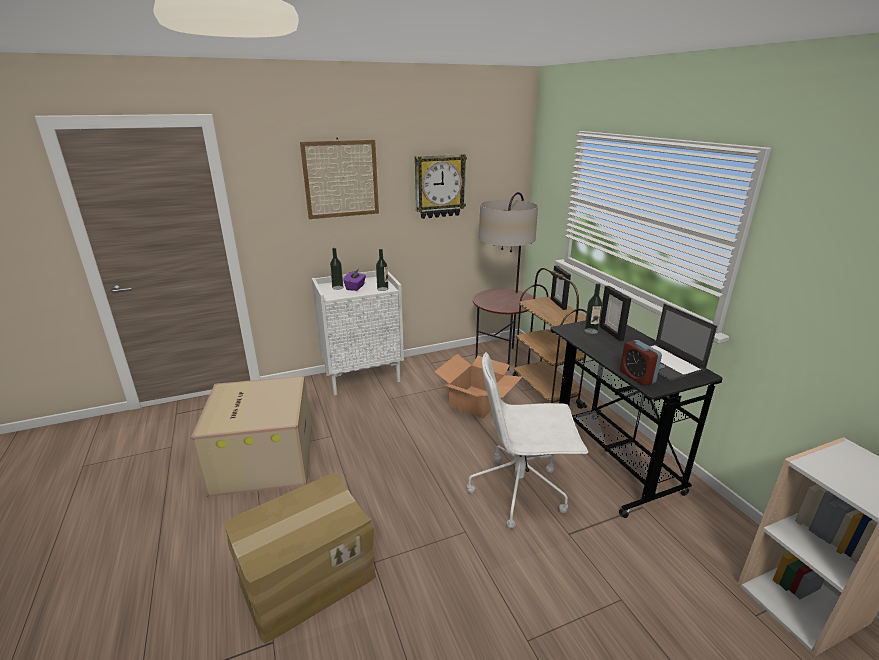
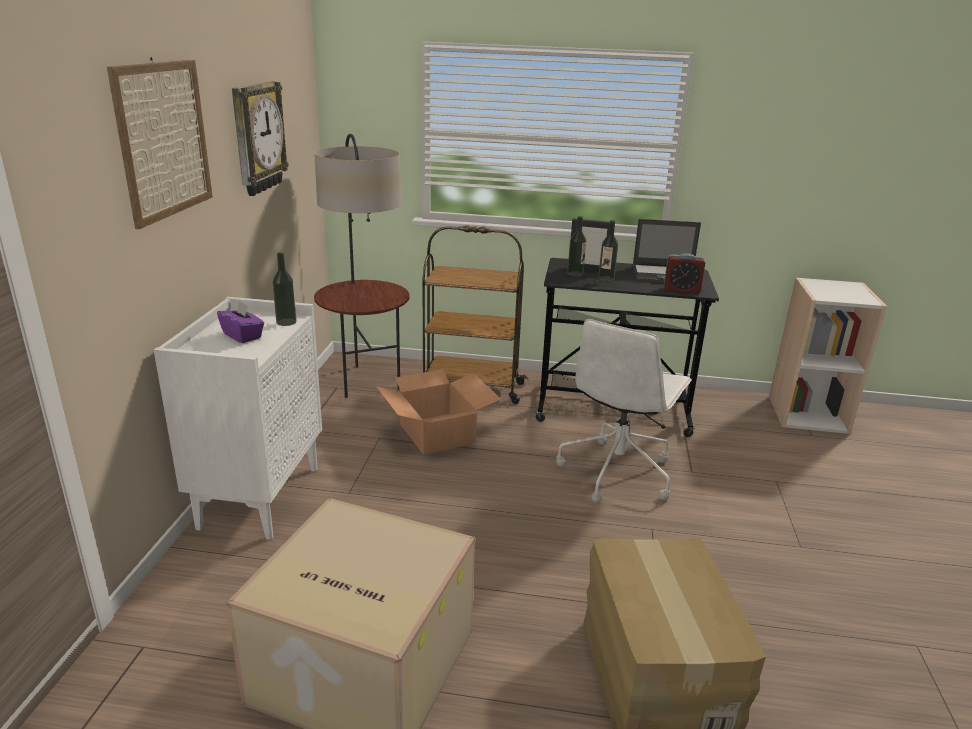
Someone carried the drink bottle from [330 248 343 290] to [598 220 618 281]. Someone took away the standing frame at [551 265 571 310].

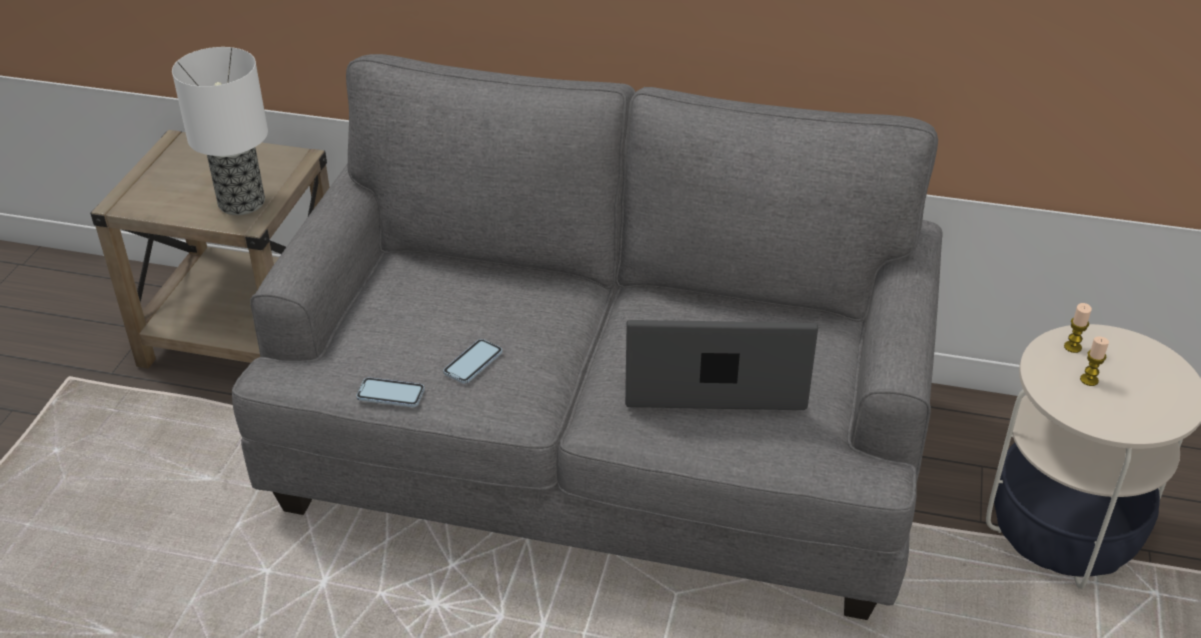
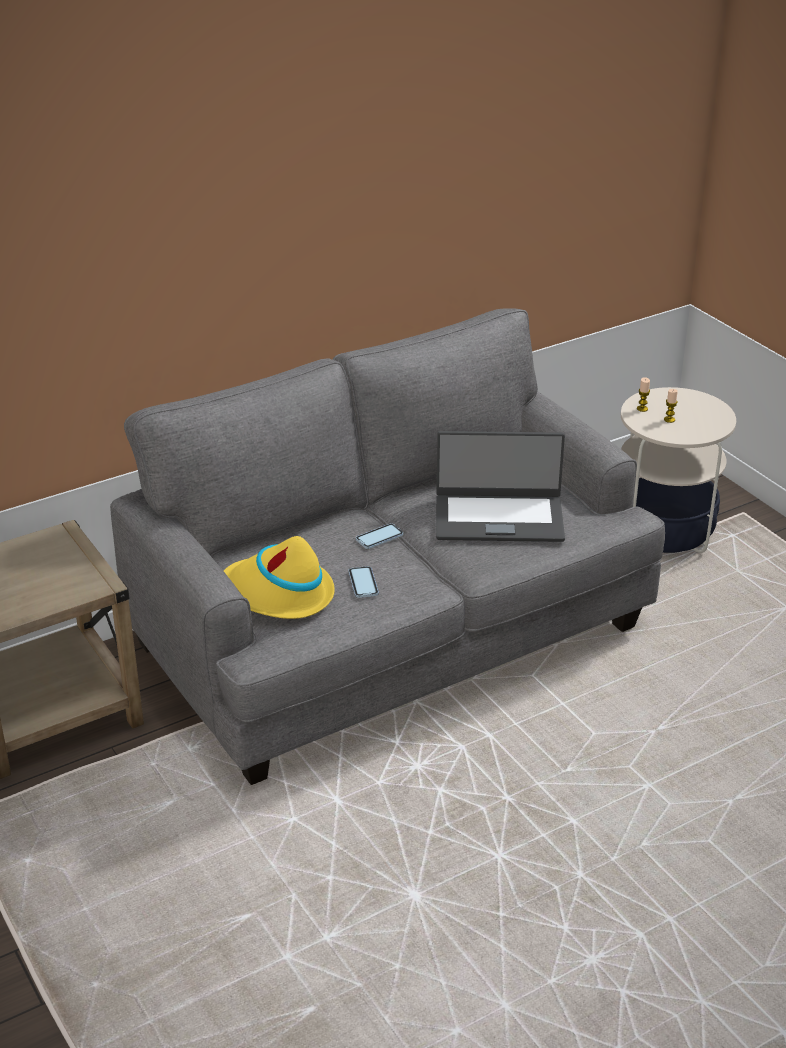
Someone took away the lamp for a table at [172 47 268 215]. Someone rotated the laptop at [625 320 818 410] by 135 degrees counterclockwise. Someone carried the phone from [356 377 425 407] to [356 523 403 549]. Someone put down the clothing hat (yellow) at [224 536 335 619].

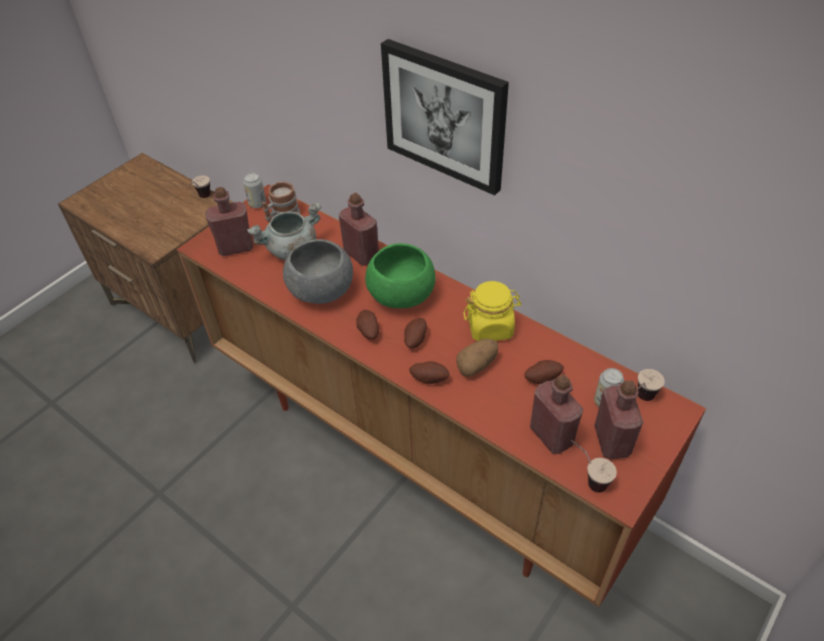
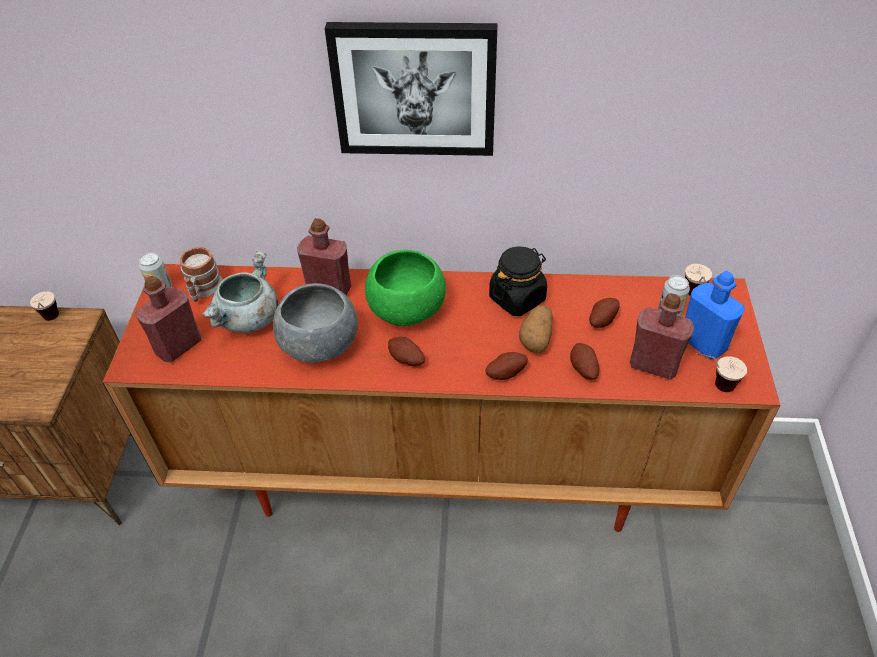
Someone repainted the storage jar (yellow) at [463 281 521 341], which became the storage jar (black) at [489 246 547 316]. Someone carried the whole potato from [404 318 427 348] to [570 343 599 380]. Someone repainted the drink bottle (reddish) at [594 381 643 459], which became the drink bottle (bluish) at [685 271 745 359].

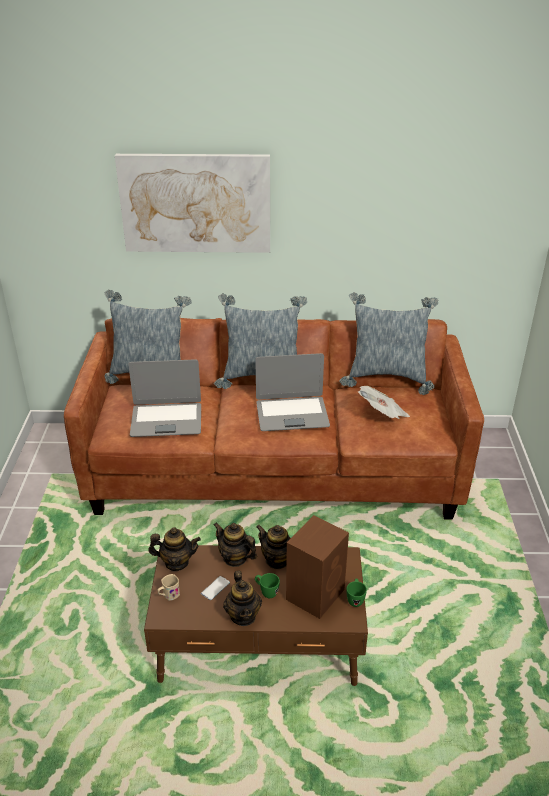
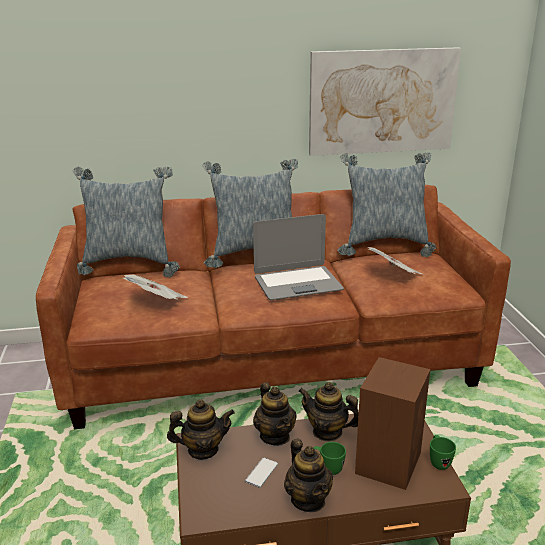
Someone carried the wall art from [115 154 270 253] to [309 47 461 156]. Someone swapped the laptop at [128 359 201 437] for the daily paper at [123 274 188 300]. Someone rotated the teapot at [214 523 257 567] by 135 degrees counterclockwise. Someone took away the tea mug (beige-coloured) at [158 574 180 601].

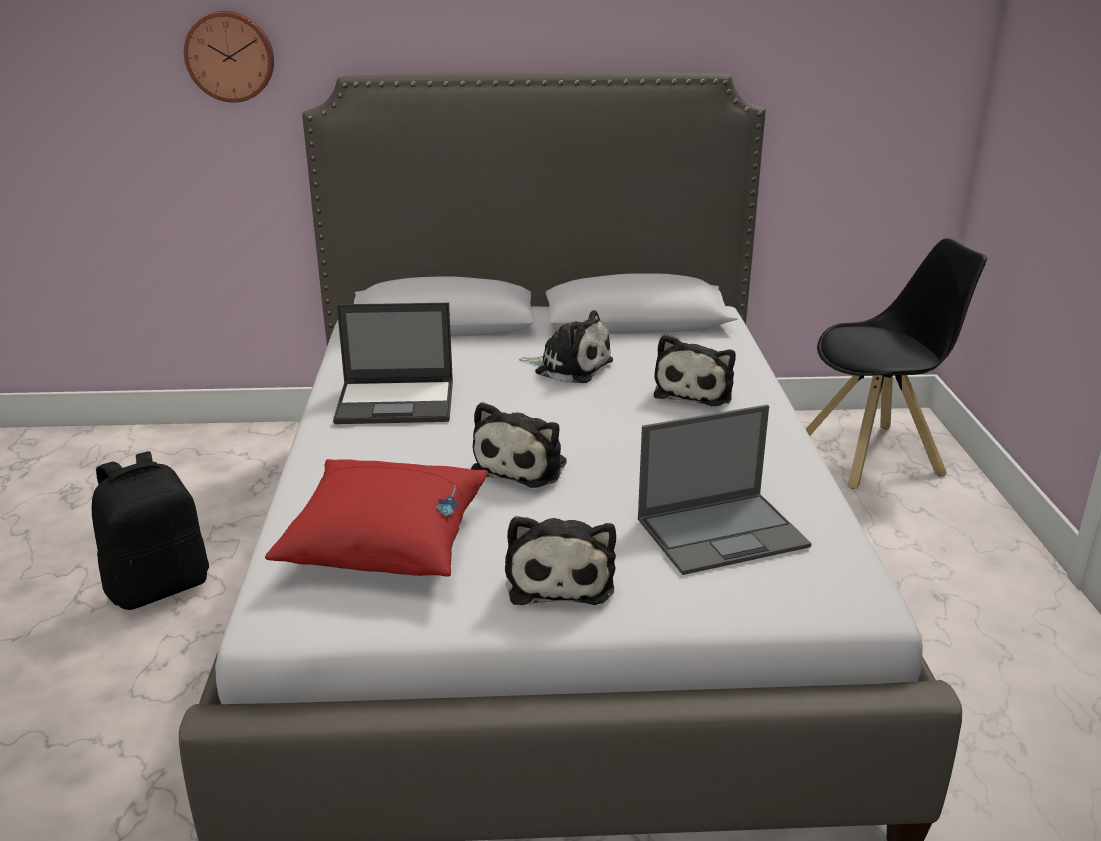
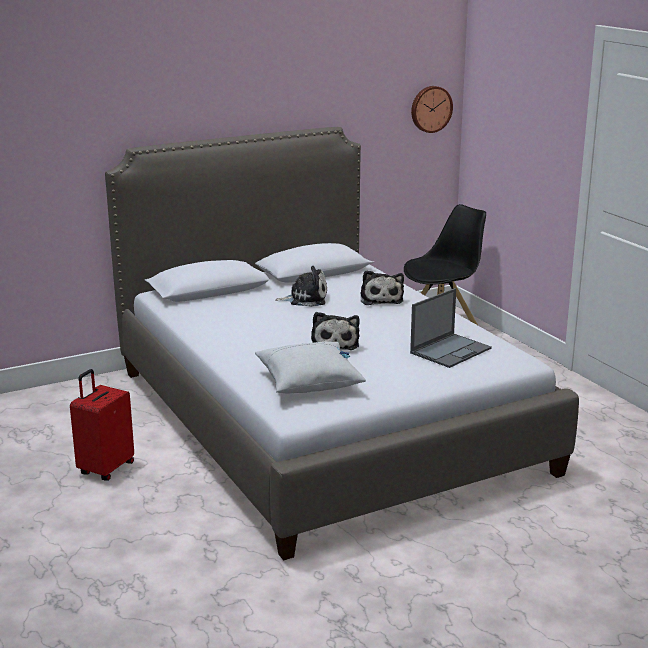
Someone carried the clock on the wall from [184 11 274 103] to [411 86 453 133]. Someone took away the laptop at [333 303 453 424]. Someone swapped the rucksack (black) at [92 451 209 610] for the travel case (reddish) at [70 369 134 481]. Someone repainted the throw pillow (reddish) at [265 459 488 577], which became the throw pillow (grey) at [255 342 366 393]. Someone took away the soft toy at [505 516 616 605].

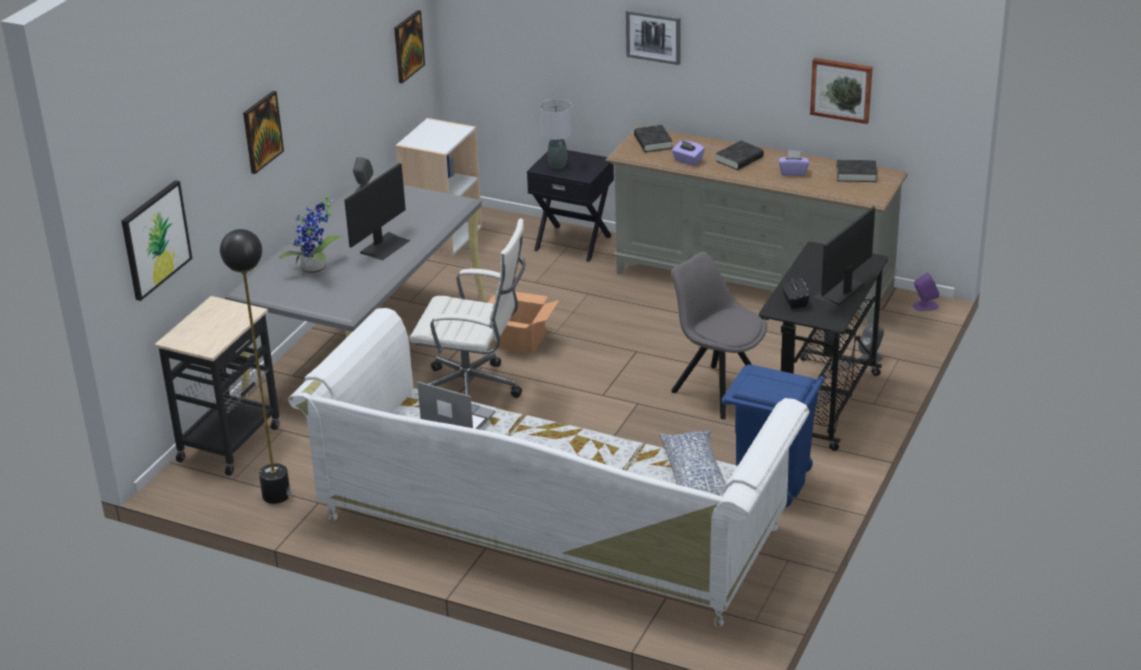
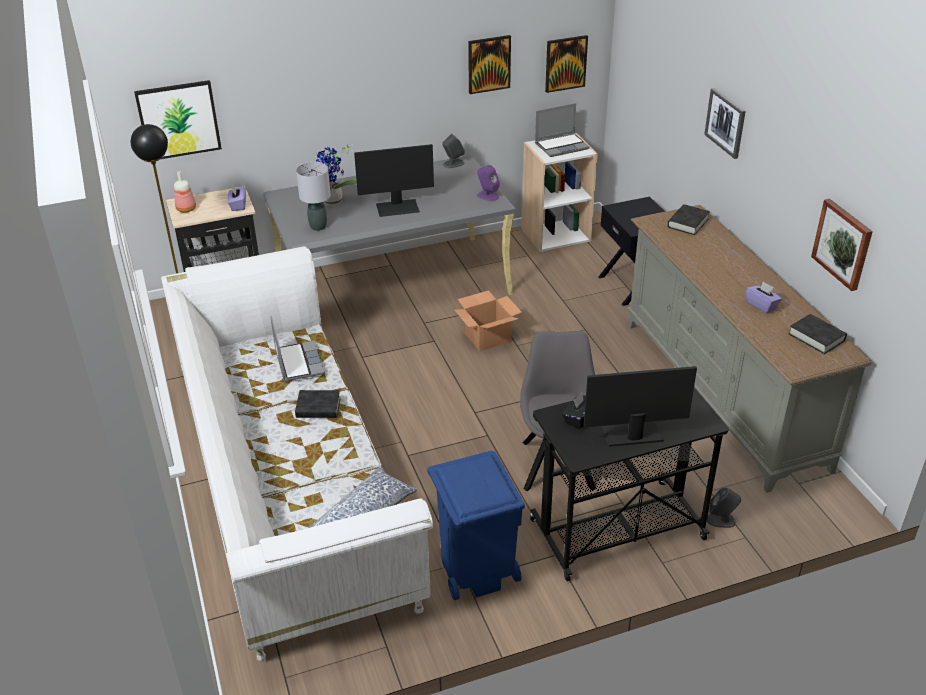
Someone carried the wall art from [243 91 284 174] to [468 35 511 94]. Someone carried the lamp for a table (grey) from [540 99 573 169] to [296 162 331 231]. Someone carried the tissue box (purplish) from [672 140 705 166] to [228 185 246 211]. Someone carried the bound book (black) from [716 141 764 170] to [295 390 341 418]. Someone took away the desk chair (white-coloured) at [410 218 525 398]. Someone carried the loudspeaker (purplish) from [913 273 939 311] to [477 165 500 201]. Someone put down the laptop at [535 103 590 157]. Someone put down the drink bottle at [174 171 196 213].

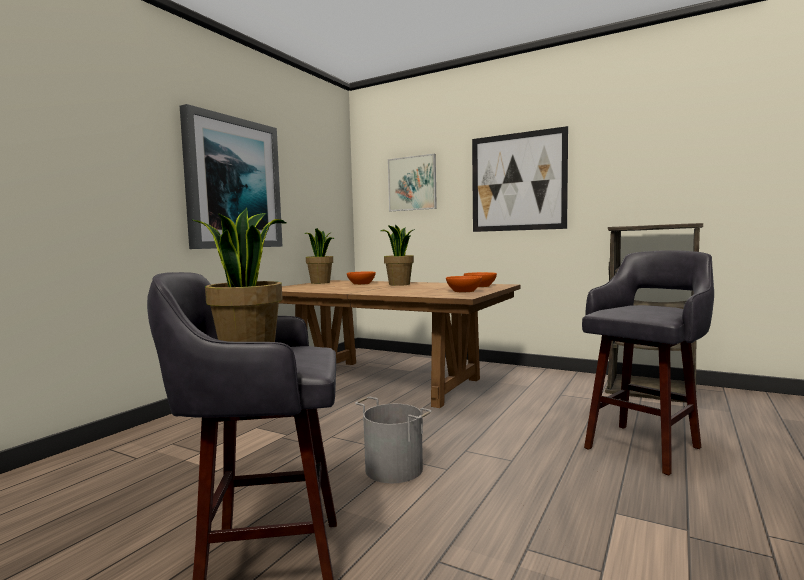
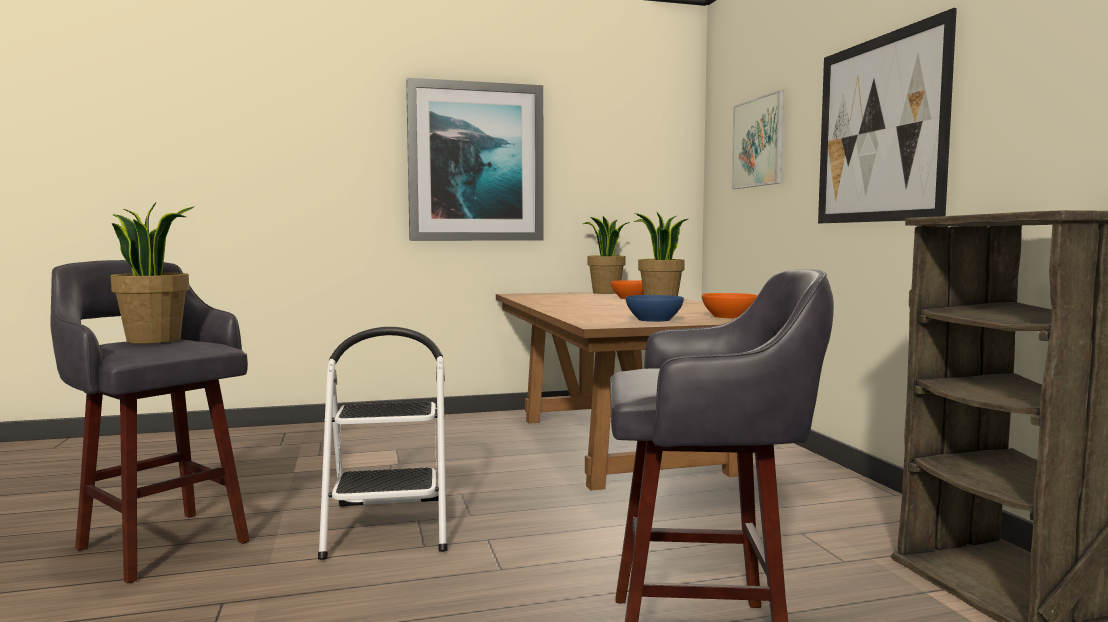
Someone repainted the deep dish (orange-coloured) at [446 276 482 292], which became the deep dish (bluish) at [625 295 684 322]. Someone swapped the pail (grey) at [355 397 432 483] for the stepladder at [318 327 448 560].

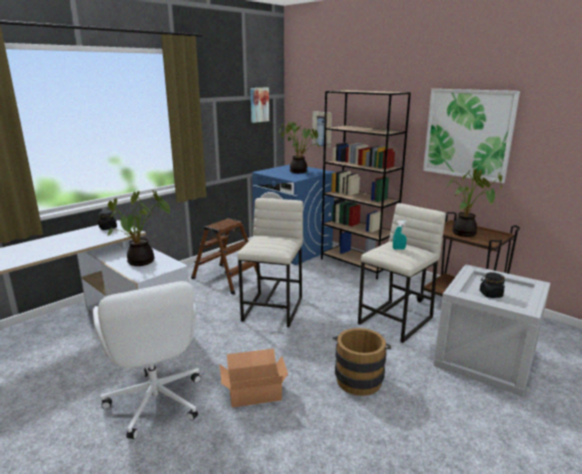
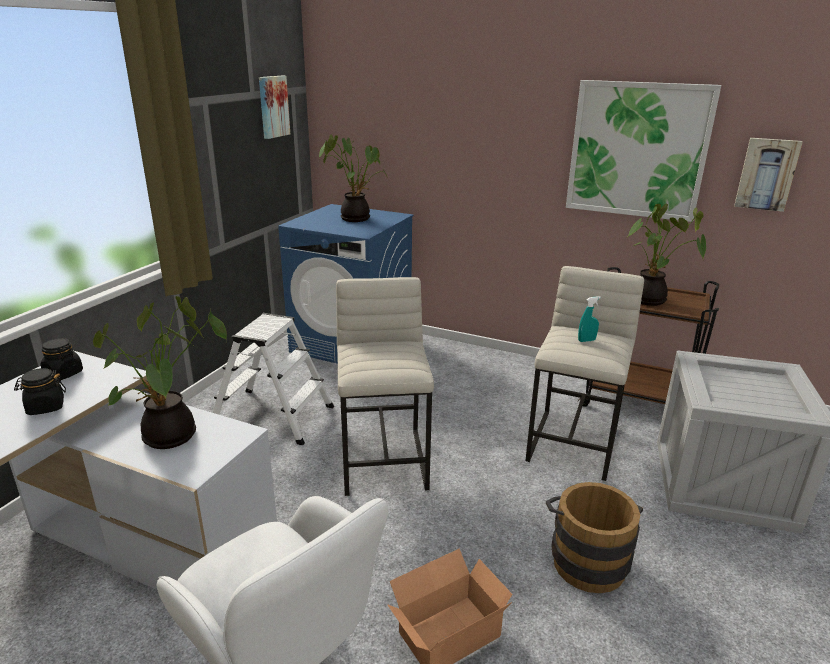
Someone took away the bookcase (beige-coloured) at [321 90 411 279]. Someone carried the wall art from [312 111 332 147] to [734 138 803 212]. Someone repainted the stepladder (brown-coloured) at [191 218 262 295], which became the stepladder (white-coloured) at [213 313 334 445]. Someone carried the storage jar (black) from [480 272 505 298] to [14 368 66 415].

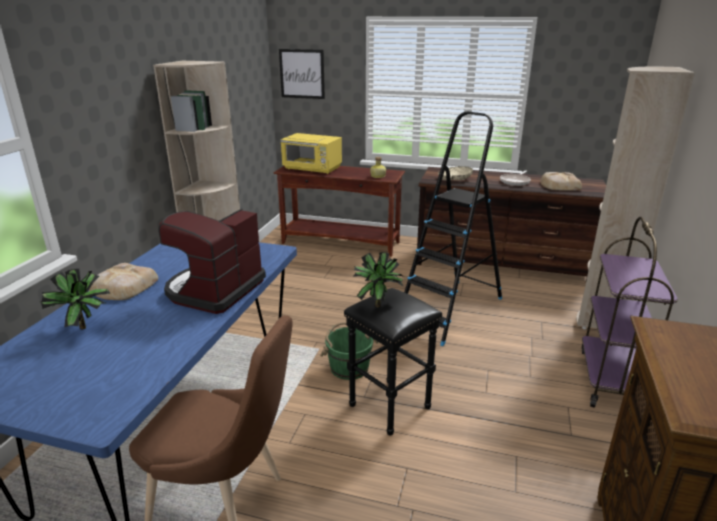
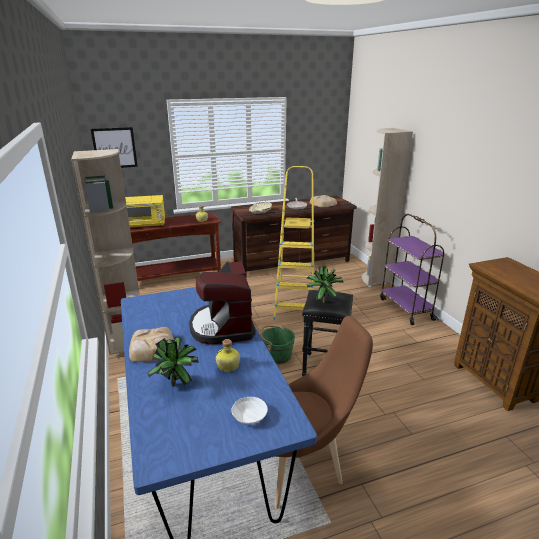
Someone repainted the stepladder (black) at [404 111 502 346], which became the stepladder (yellow) at [273 166 314 320]. Someone put down the drink bottle at [216 339 240 372]. Someone put down the deep dish (white-coloured) at [232 397 268 424].

